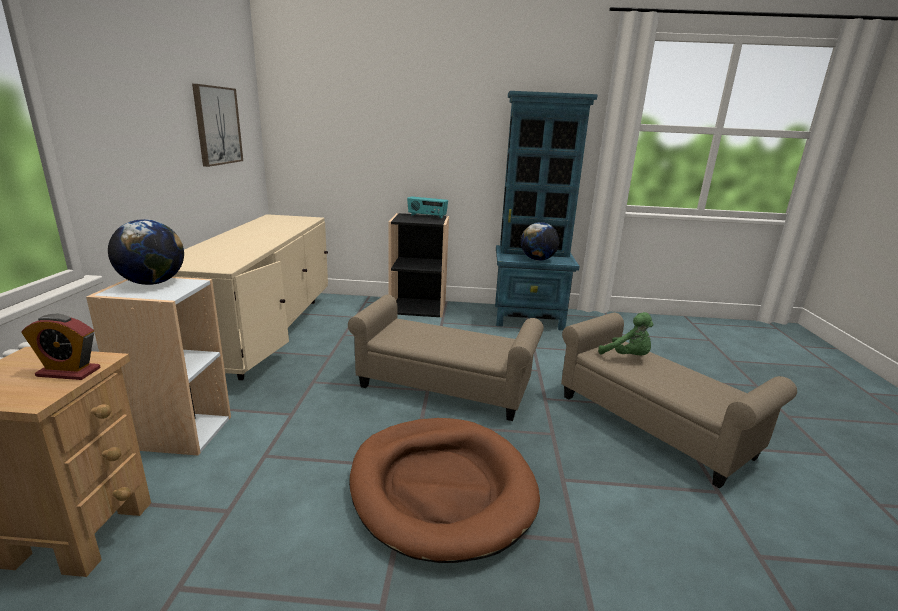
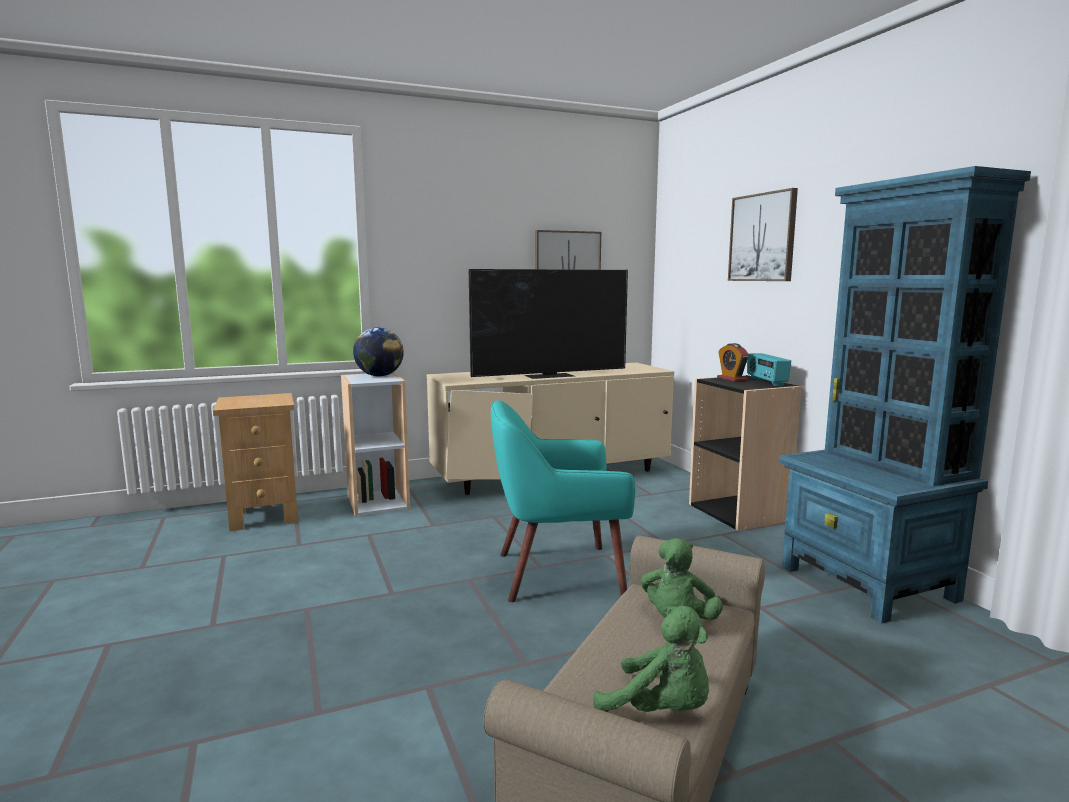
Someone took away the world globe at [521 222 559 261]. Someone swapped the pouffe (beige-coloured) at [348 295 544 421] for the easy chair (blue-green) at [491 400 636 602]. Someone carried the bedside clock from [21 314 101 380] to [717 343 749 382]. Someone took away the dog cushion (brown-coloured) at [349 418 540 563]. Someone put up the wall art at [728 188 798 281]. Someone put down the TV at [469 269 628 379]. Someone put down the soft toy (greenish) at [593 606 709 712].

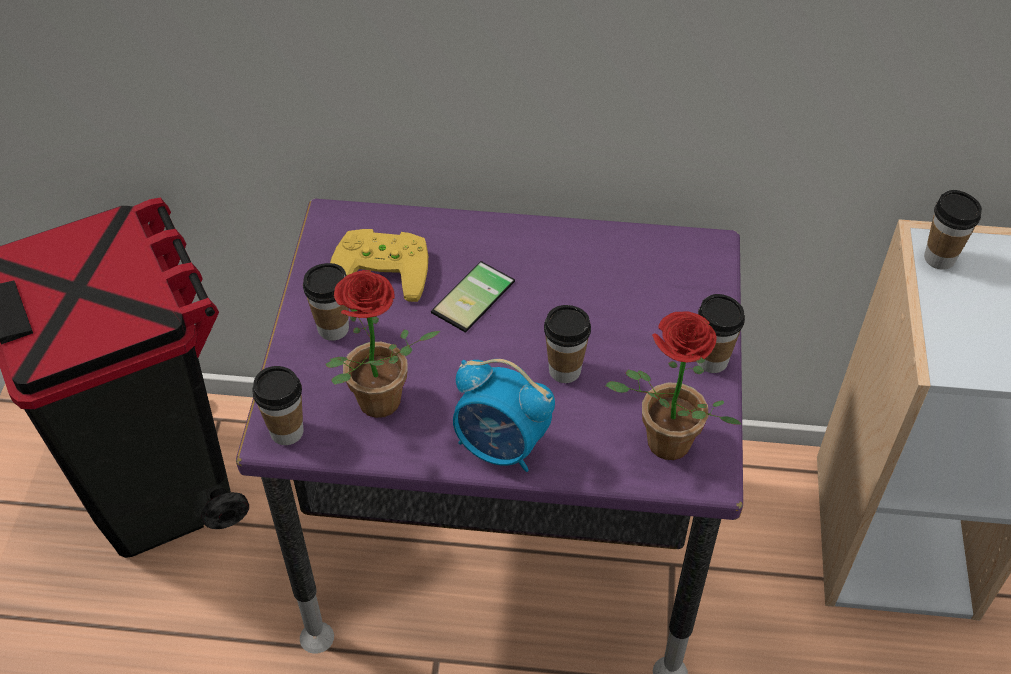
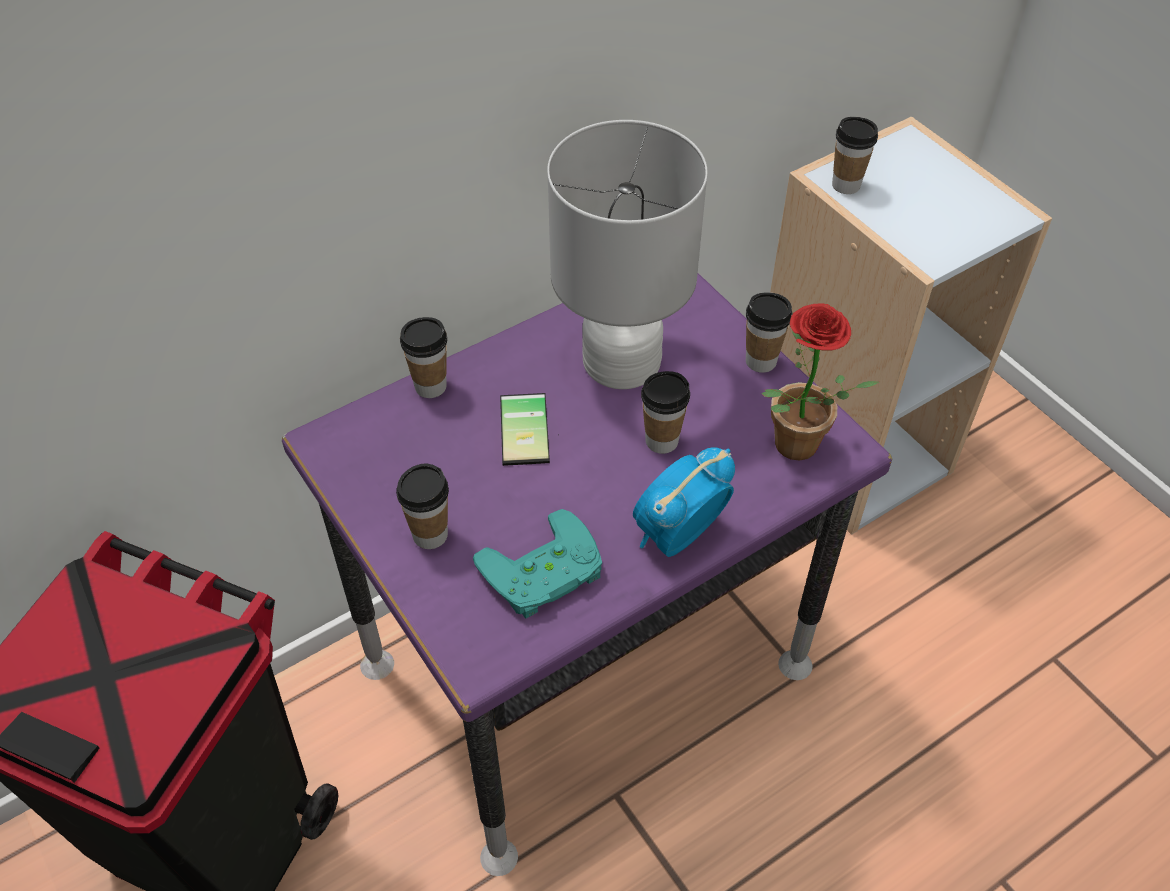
Someone took away the joypad (yellow) at [330 229 428 302]. Someone swapped the plant in a pot at [325 270 440 418] for the joypad (blue-green) at [473 509 602 618]. Someone rotated the bedside clock at [453 359 555 472] by 150 degrees clockwise. Someone carried the small cup from [252 366 303 445] to [400 317 447 398]. Someone put down the lamp for a table (grey) at [547 120 707 389].

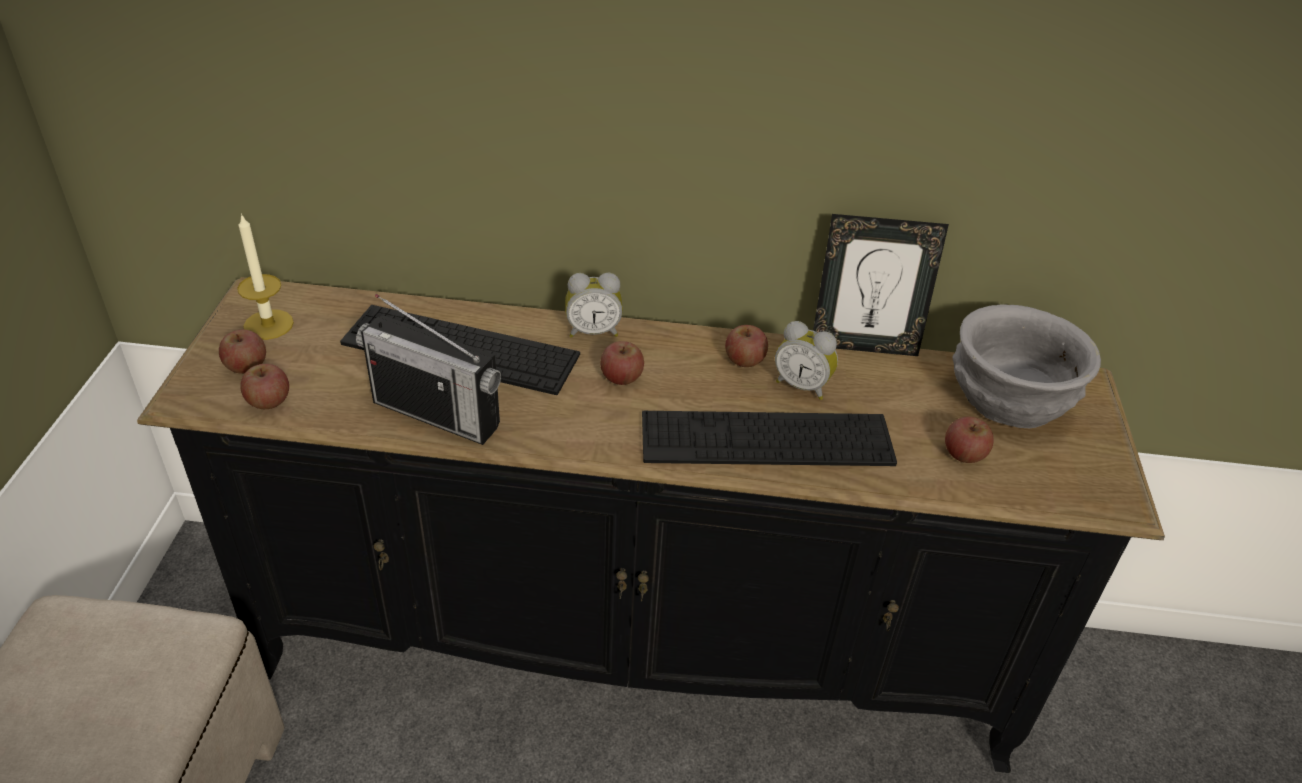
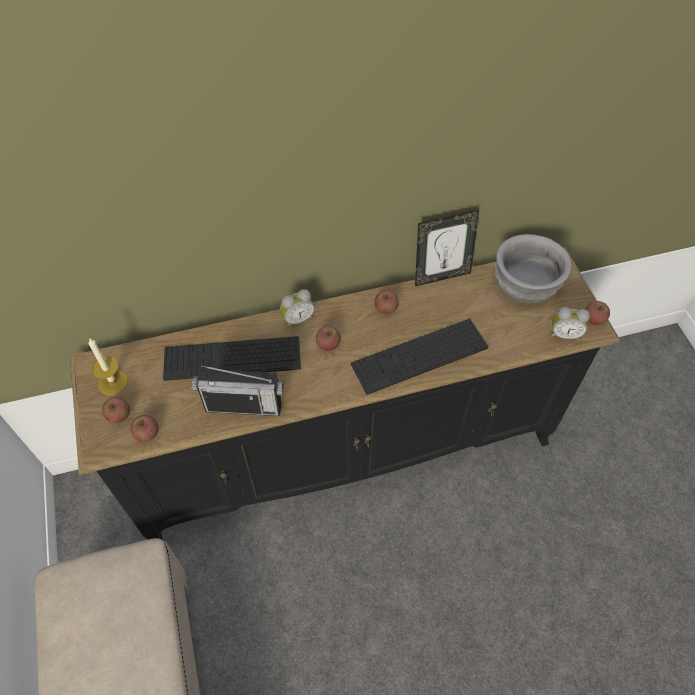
Someone carried the bedside clock from [775 321 838 400] to [550 307 590 341]. Someone carried the apple from [945 417 994 463] to [585 301 610 325].

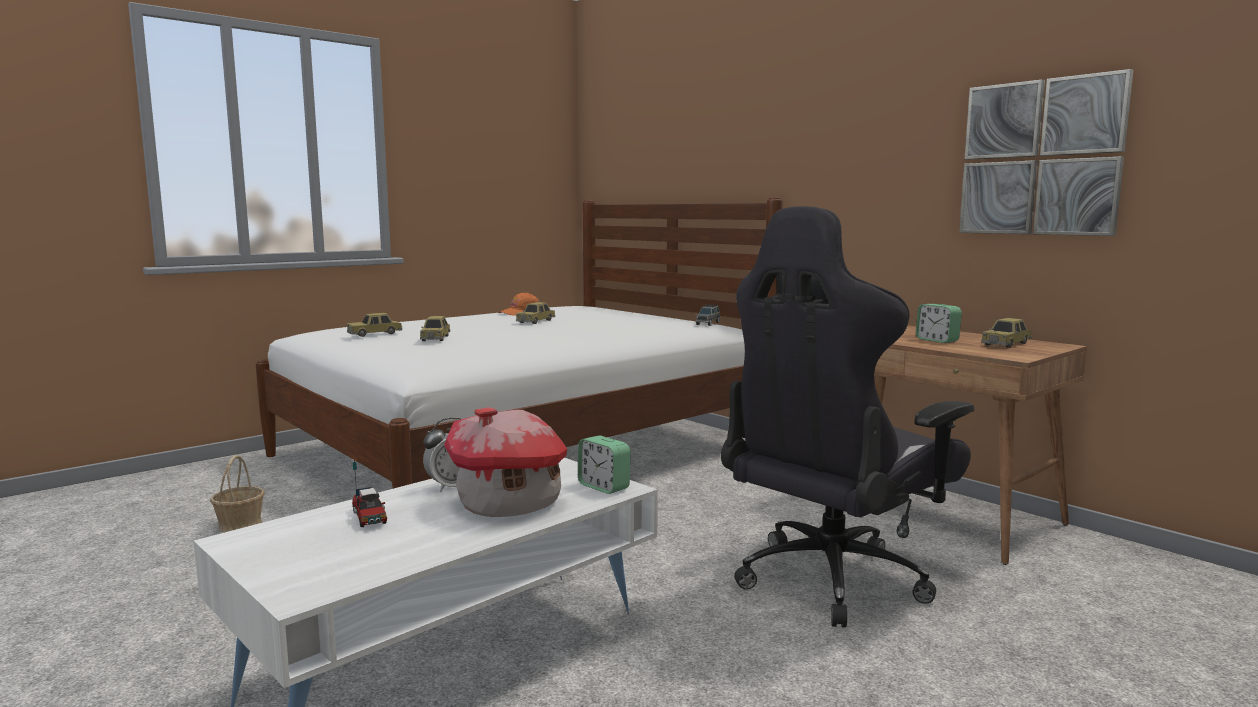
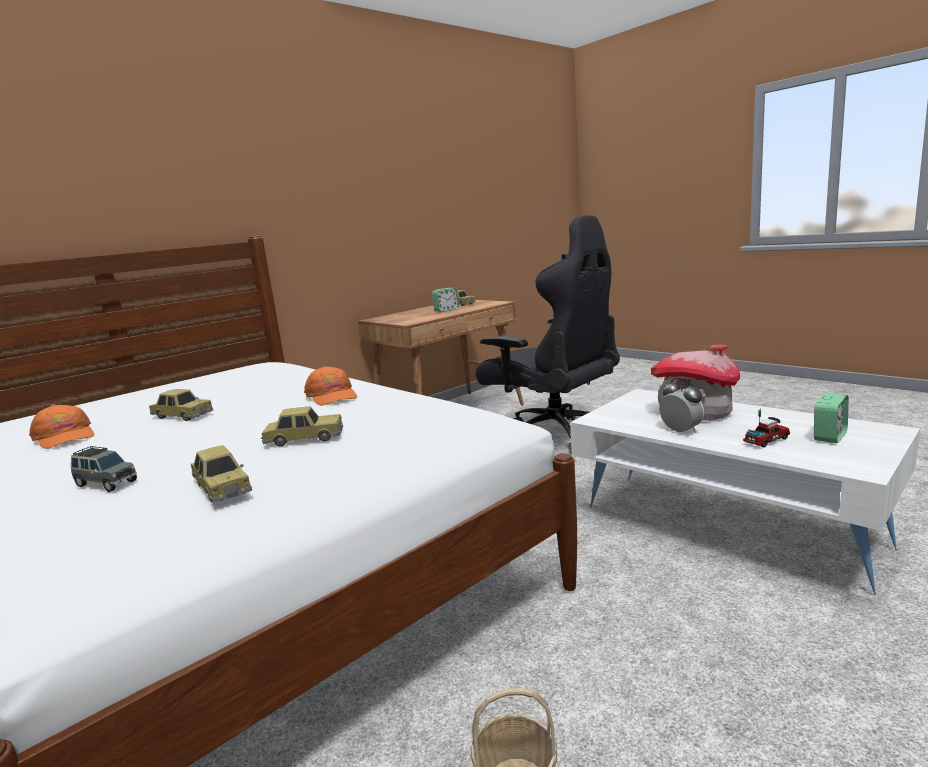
Someone took away the wall art at [959 69 1133 236]. Someone carried the model car (grey) from [696 304 720 326] to [71 446 137 492]. Someone carried the bedside clock from [578 436 631 494] to [814 393 849 443]. Someone put down the cap (orange-coloured) at [304 366 357 406].

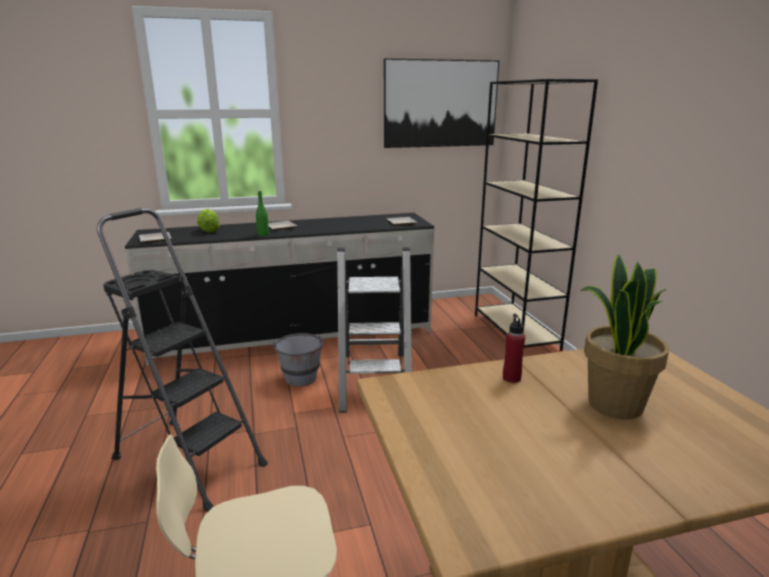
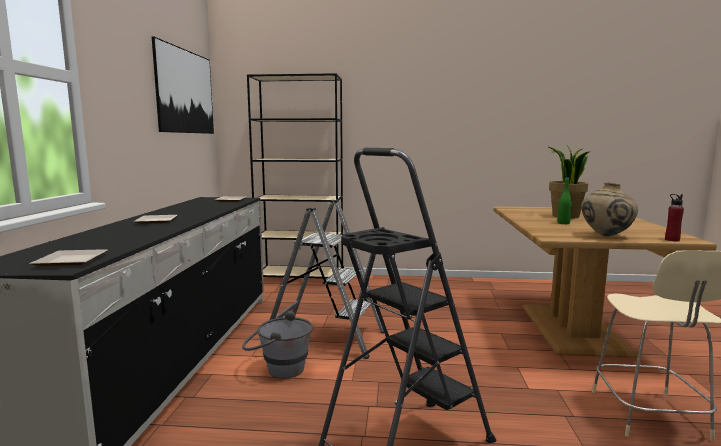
Someone carried the drink bottle (greenish) from [256 191 269 236] to [557 177 572 224]. Someone took away the lettuce at [197 209 220 232]. Someone carried the drink bottle (reddish) from [503 314 525 383] to [665 194 684 242]. Someone put down the decorative vase (beige-coloured) at [581 182 638 237].

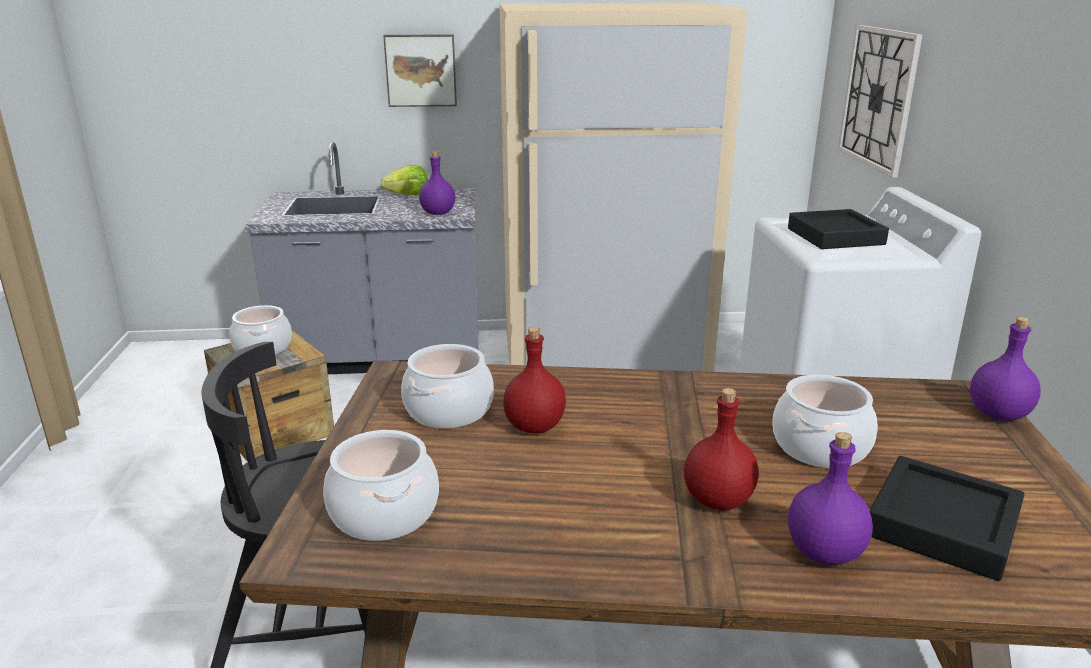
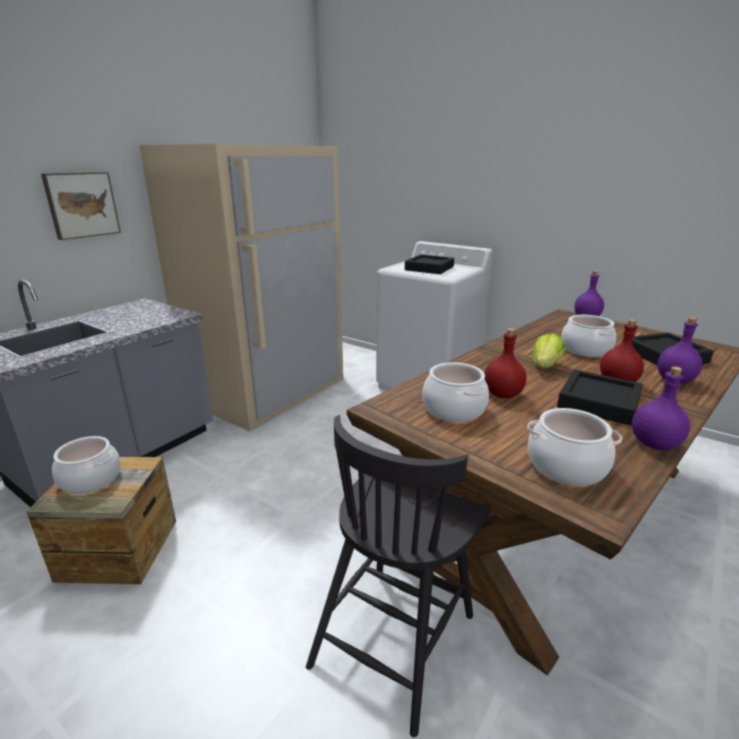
Someone took away the clock on the wall at [838 25 923 178]. Someone carried the drink bottle (purplish) from [419 151 455 215] to [632 366 690 450]. Someone carried the lettuce from [381 165 428 195] to [532 333 565 368]. Someone put down the serving tray (black) at [557 369 643 426].

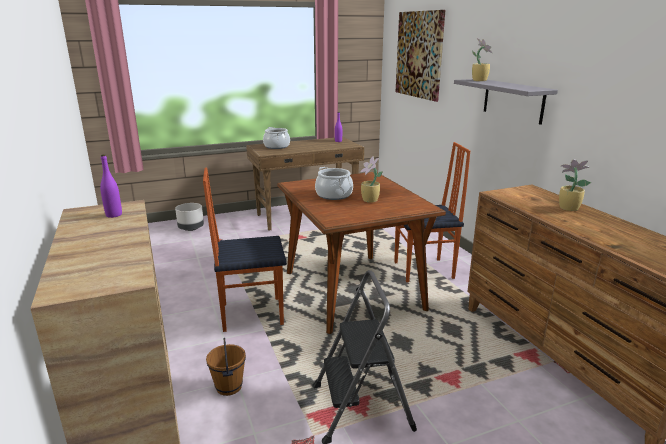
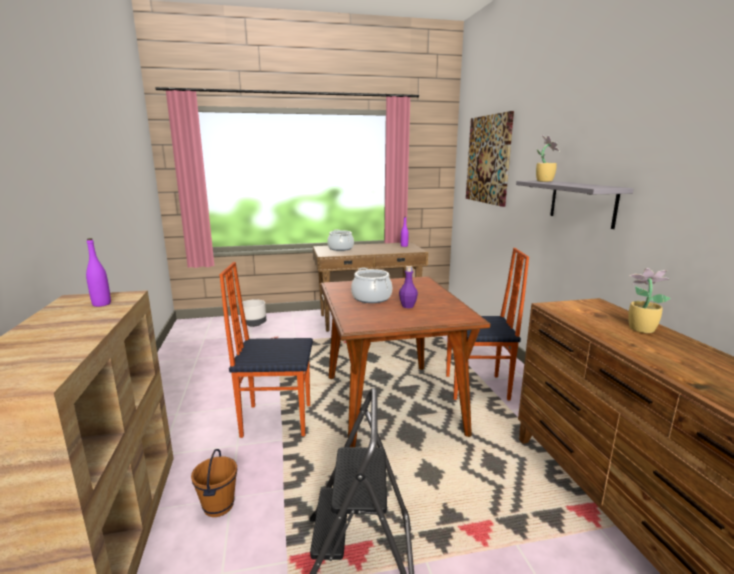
Someone swapped the plant in a pot at [360 156 383 203] for the drink bottle (purplish) at [399 266 418 308].

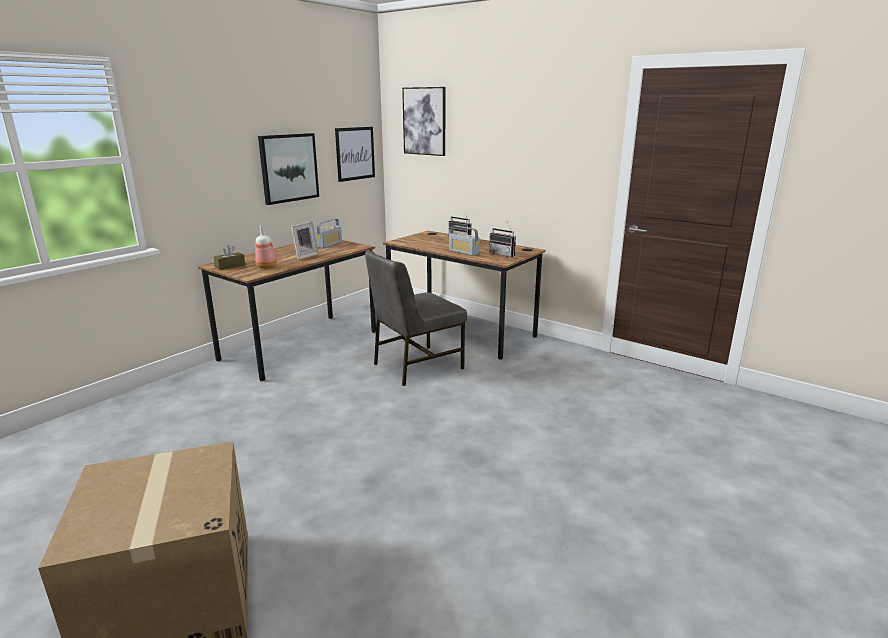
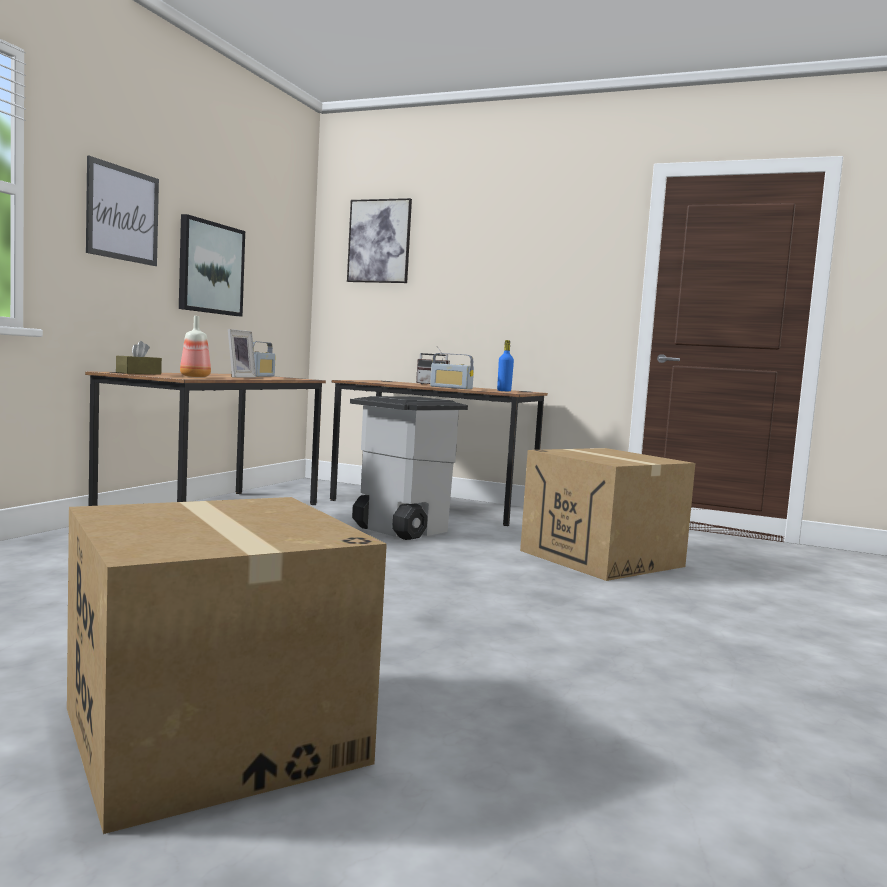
Someone carried the wall art from [335 127 375 182] to [86 156 159 266]. Someone swapped the radio at [489 222 516 257] for the drink bottle (bluish) at [497 340 514 392]. Someone swapped the plain chair (grey) at [365 250 467 386] for the waste bin (grey) at [350 396 468 540]. Someone put down the carton at [520 448 695 581].

